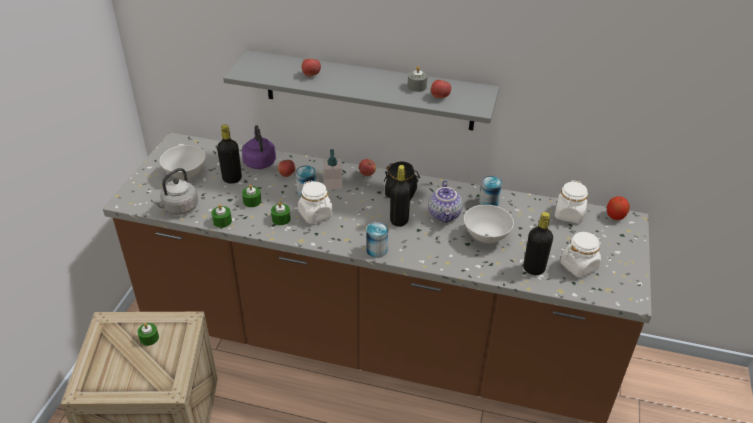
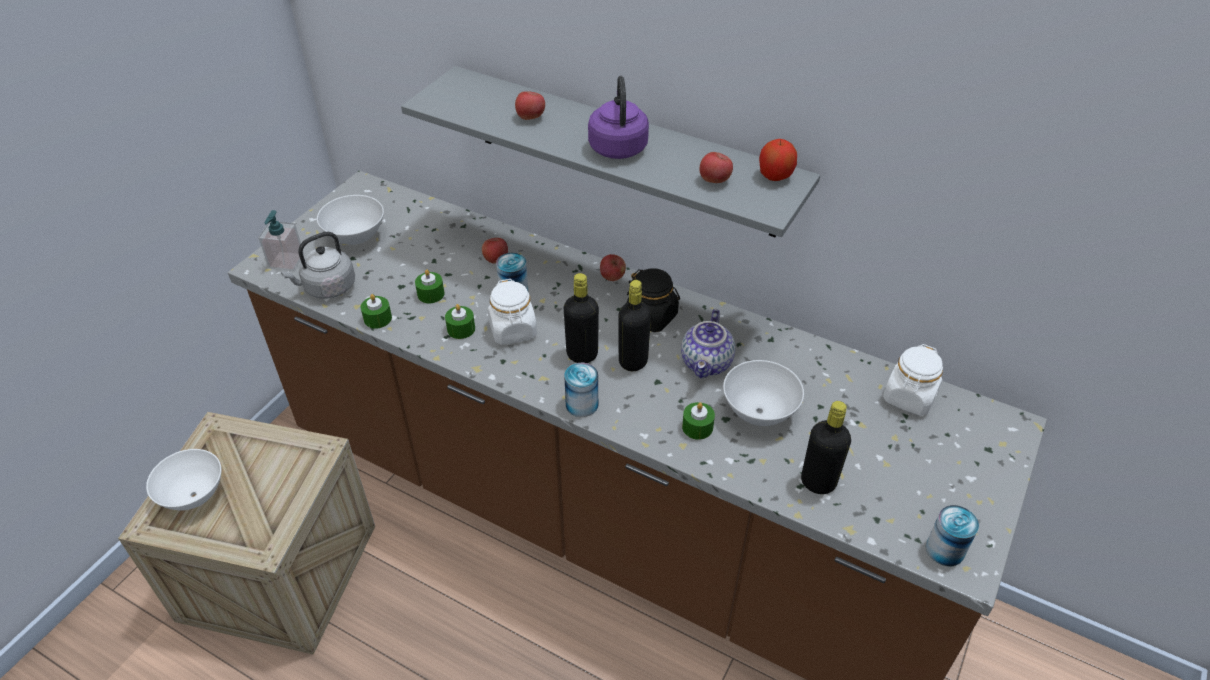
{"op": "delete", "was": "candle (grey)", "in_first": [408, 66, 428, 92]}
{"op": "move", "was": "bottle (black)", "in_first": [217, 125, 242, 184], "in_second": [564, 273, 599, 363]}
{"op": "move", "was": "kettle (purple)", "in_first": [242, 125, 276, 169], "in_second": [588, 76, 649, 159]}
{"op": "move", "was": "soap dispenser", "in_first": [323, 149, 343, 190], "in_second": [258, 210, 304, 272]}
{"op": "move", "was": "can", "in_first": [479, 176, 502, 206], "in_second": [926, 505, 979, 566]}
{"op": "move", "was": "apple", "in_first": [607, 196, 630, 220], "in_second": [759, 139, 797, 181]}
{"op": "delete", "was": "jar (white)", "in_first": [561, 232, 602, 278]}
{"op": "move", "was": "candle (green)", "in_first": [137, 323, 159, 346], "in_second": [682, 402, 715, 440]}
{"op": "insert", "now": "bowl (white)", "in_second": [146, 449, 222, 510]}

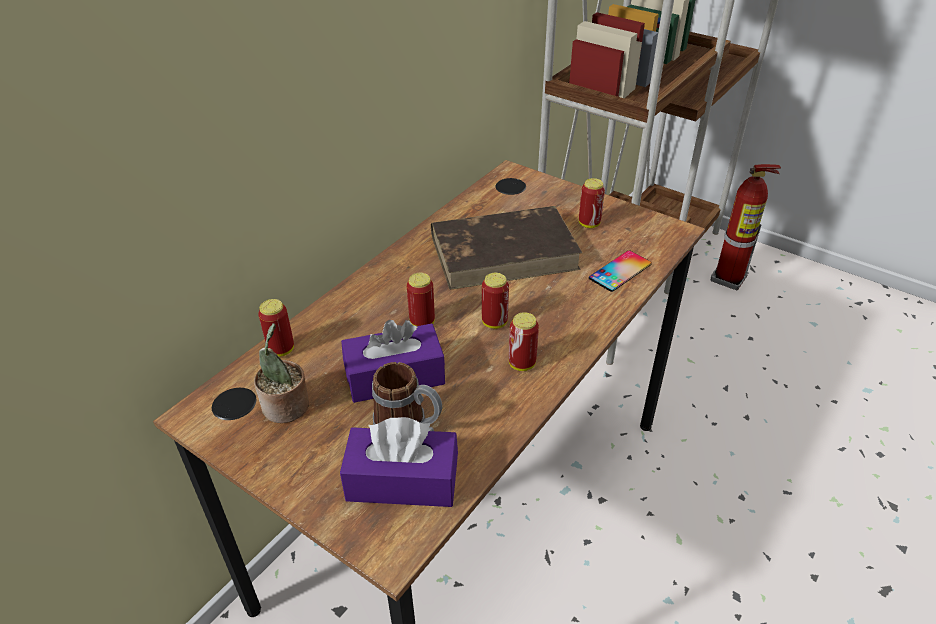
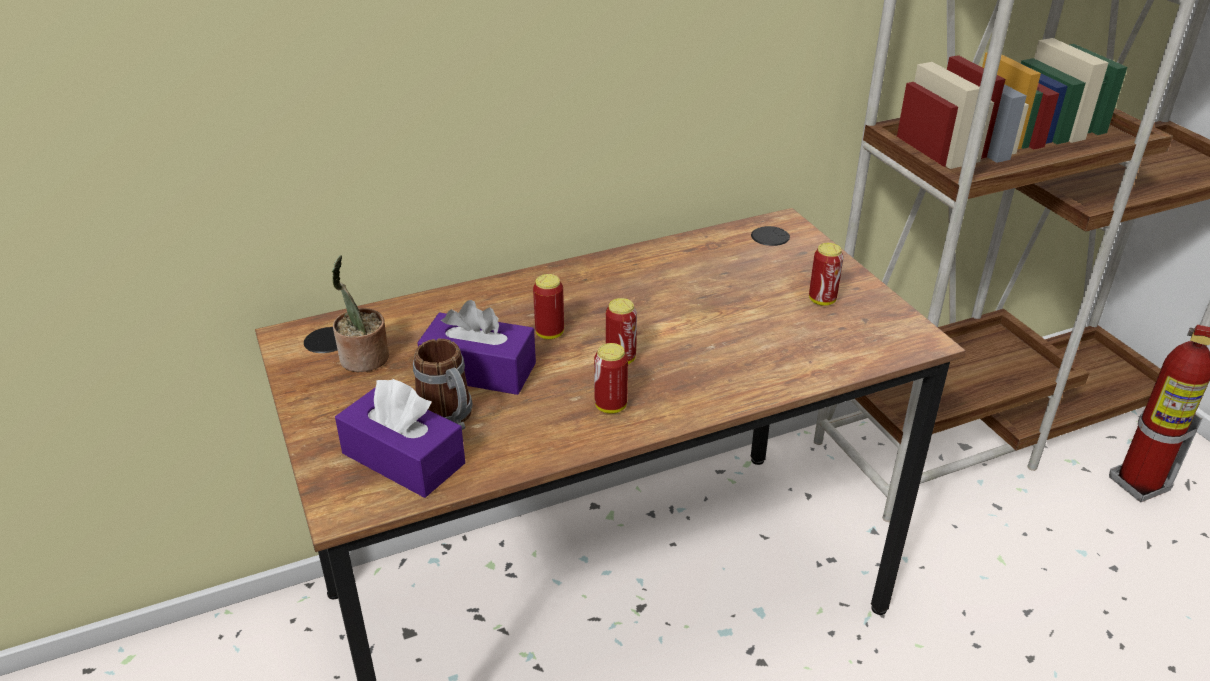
{"op": "delete", "was": "book (brown)", "in_first": [431, 206, 582, 290]}
{"op": "delete", "was": "phone", "in_first": [589, 250, 652, 292]}
{"op": "delete", "was": "can", "in_first": [258, 299, 294, 357]}

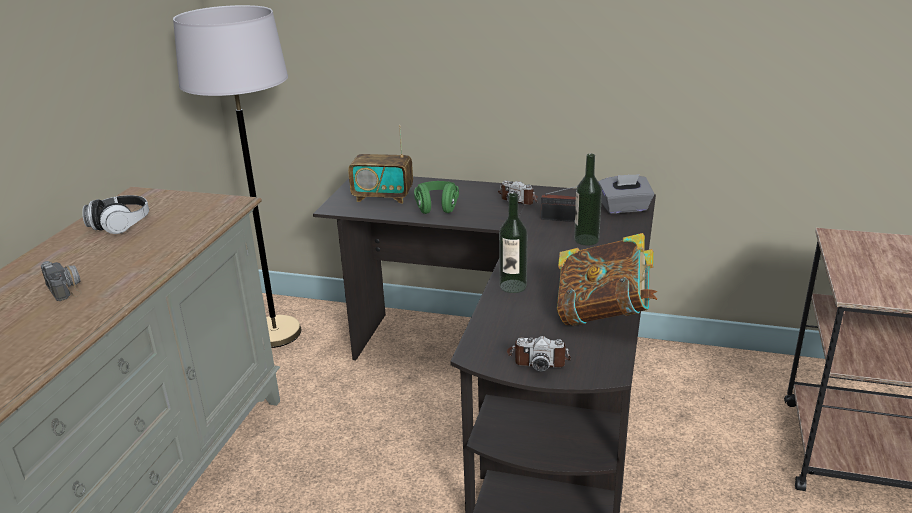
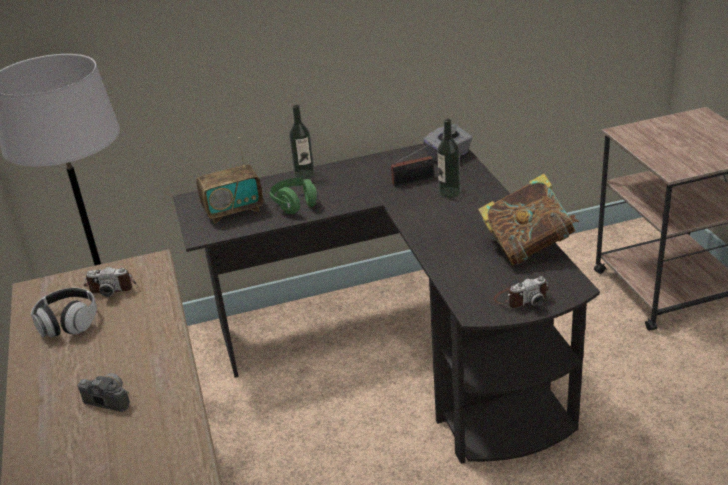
{"op": "move", "was": "photo camera", "in_first": [498, 180, 538, 205], "in_second": [83, 267, 137, 297]}
{"op": "move", "was": "bottle", "in_first": [499, 193, 527, 293], "in_second": [289, 104, 315, 179]}

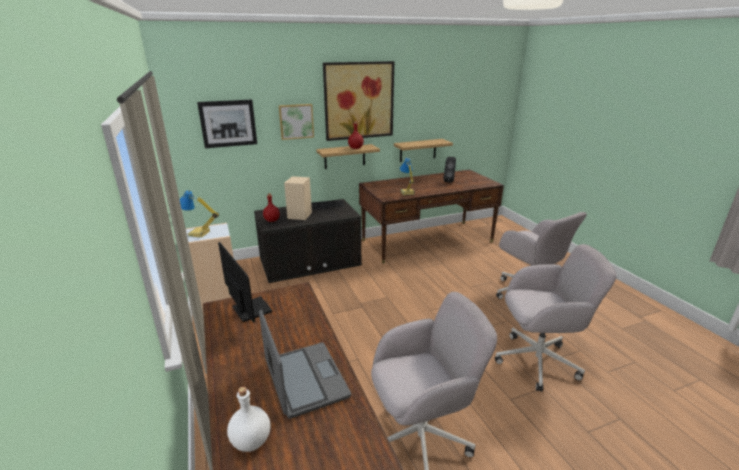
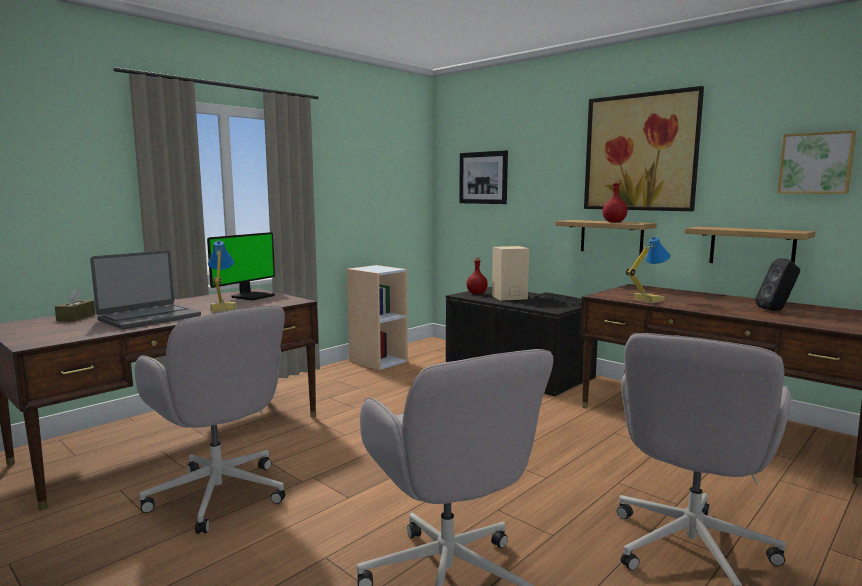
{"op": "move", "was": "picture", "in_first": [279, 104, 314, 140], "in_second": [778, 130, 856, 194]}
{"op": "move", "was": "table lamp", "in_first": [180, 190, 219, 238], "in_second": [208, 240, 237, 312]}
{"op": "replace", "was": "bottle (white)", "now": "tissue box (brown)", "in_first": [227, 387, 271, 452], "in_second": [55, 289, 95, 322]}

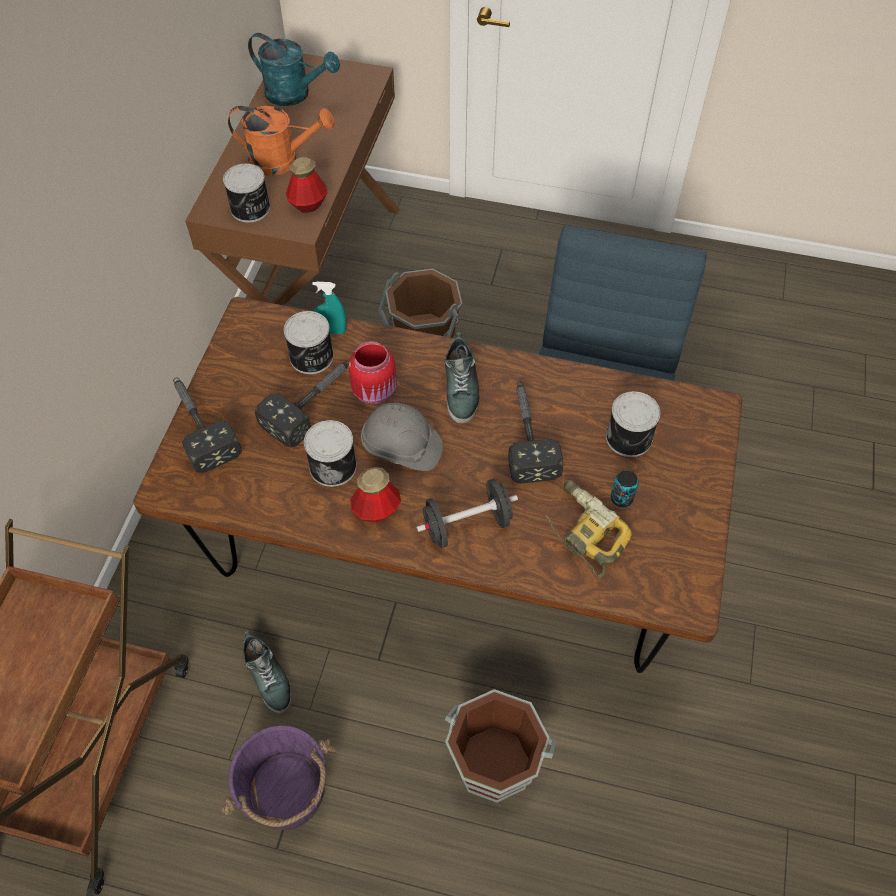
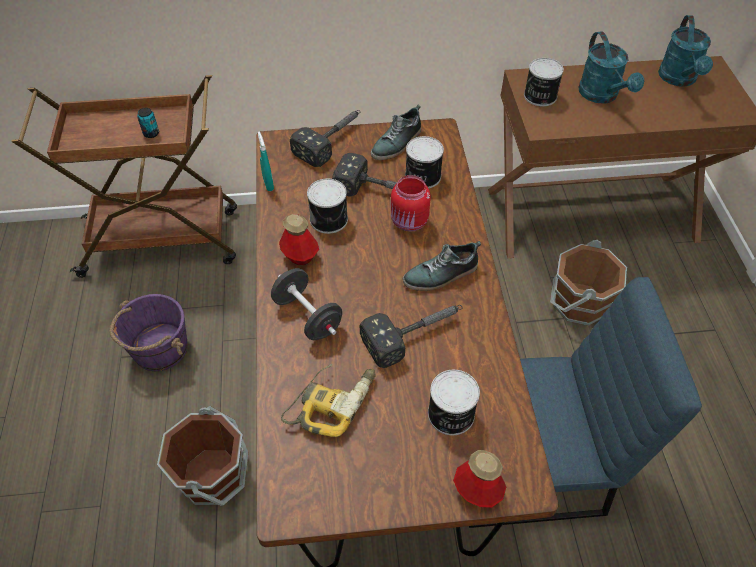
{"op": "recolor", "was": "watering can (orange)", "now": "watering can (turquoise)", "in_first": [228, 106, 335, 176], "in_second": [579, 31, 644, 104]}
{"op": "move", "was": "bottle", "in_first": [286, 157, 328, 213], "in_second": [453, 450, 506, 508]}
{"op": "move", "was": "spray bottle (turquoise)", "in_first": [312, 282, 347, 334], "in_second": [258, 131, 274, 191]}
{"op": "delete", "was": "hard hat (grey)", "in_first": [361, 403, 443, 471]}
{"op": "move", "was": "can", "in_first": [611, 470, 638, 507], "in_second": [137, 108, 159, 138]}
{"op": "move", "was": "shoe", "in_first": [243, 630, 292, 714], "in_second": [371, 104, 421, 160]}

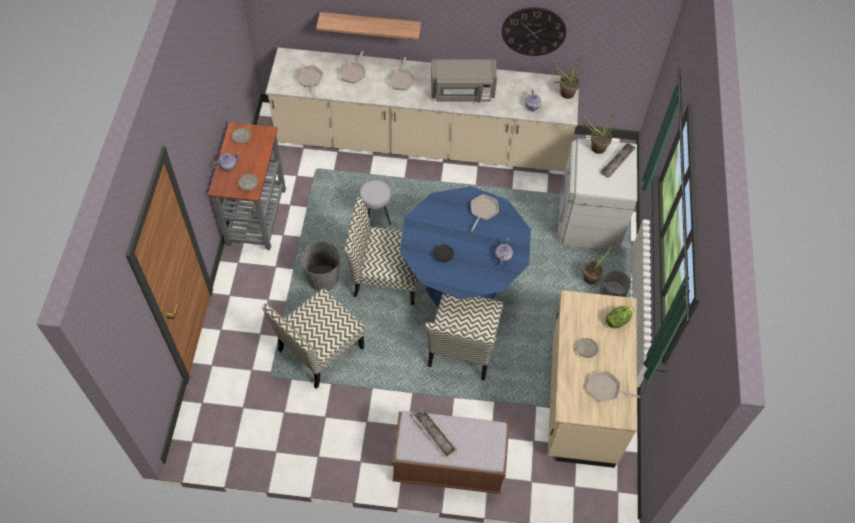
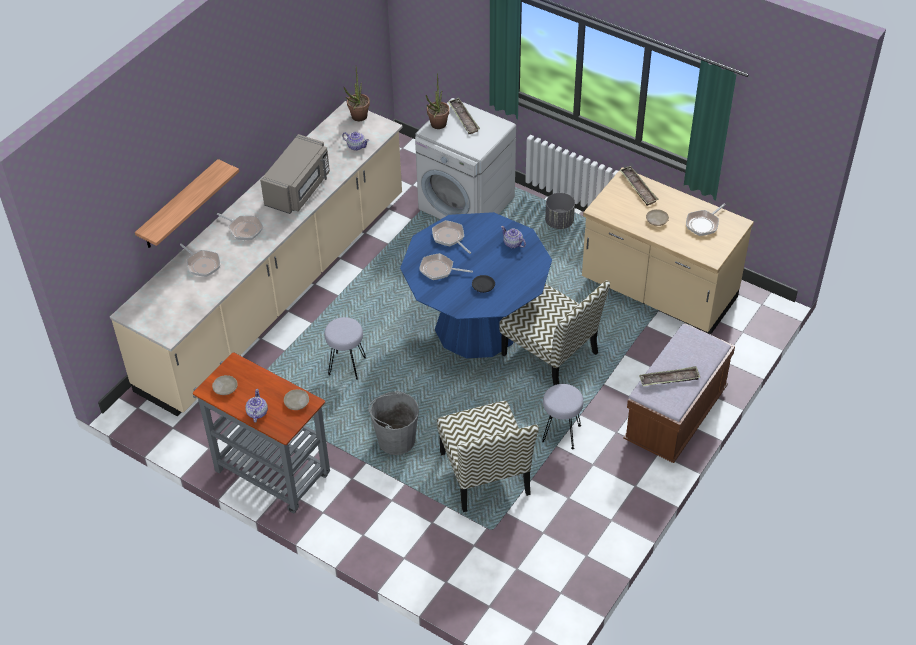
{"op": "delete", "was": "wall clock", "in_first": [502, 7, 566, 56]}
{"op": "move", "was": "frying pan", "in_first": [295, 65, 323, 99], "in_second": [419, 253, 473, 280]}
{"op": "delete", "was": "chair", "in_first": [344, 197, 419, 305]}
{"op": "delete", "was": "potted plant", "in_first": [583, 237, 616, 284]}
{"op": "replace", "was": "lettuce", "now": "tray", "in_first": [606, 306, 635, 328], "in_second": [619, 166, 659, 206]}
{"op": "insert", "now": "stool (grey)", "in_second": [542, 384, 583, 449]}

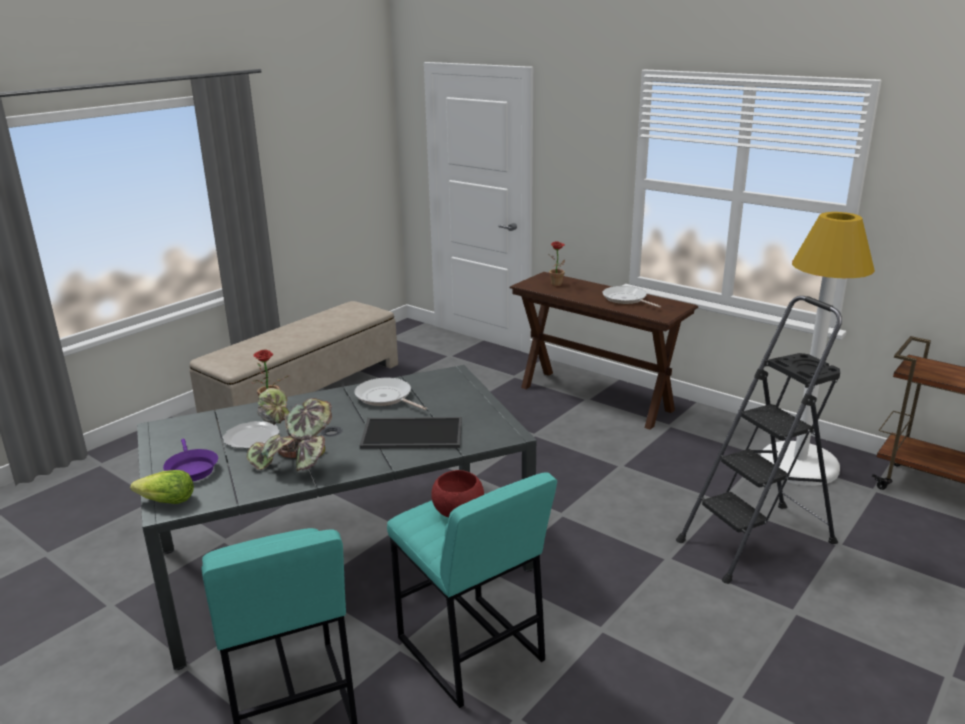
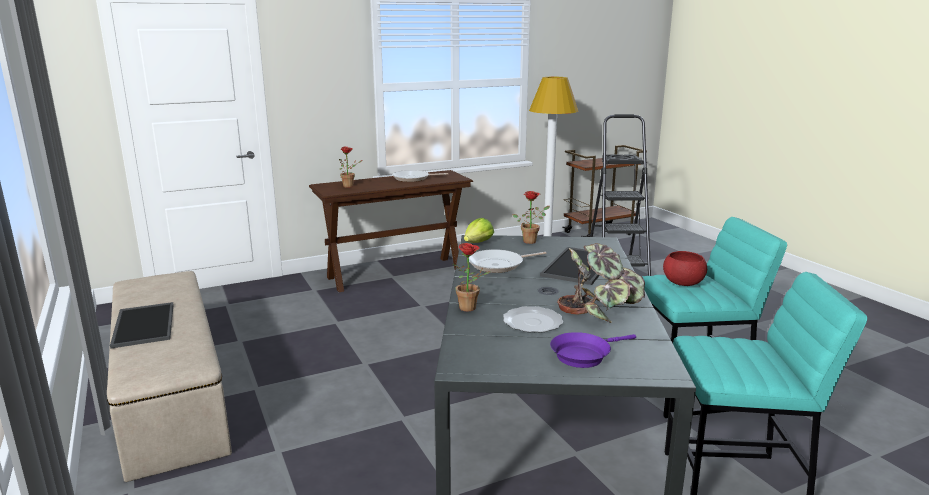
{"op": "rotate", "was": "frying pan (purple)", "in_first": [163, 439, 218, 481], "in_second": [550, 332, 636, 368], "clockwise": 150}
{"op": "move", "was": "lettuce", "in_first": [130, 470, 194, 504], "in_second": [464, 218, 494, 243]}
{"op": "insert", "now": "potted plant", "in_second": [512, 191, 550, 244]}
{"op": "insert", "now": "tray", "in_second": [110, 302, 173, 349]}

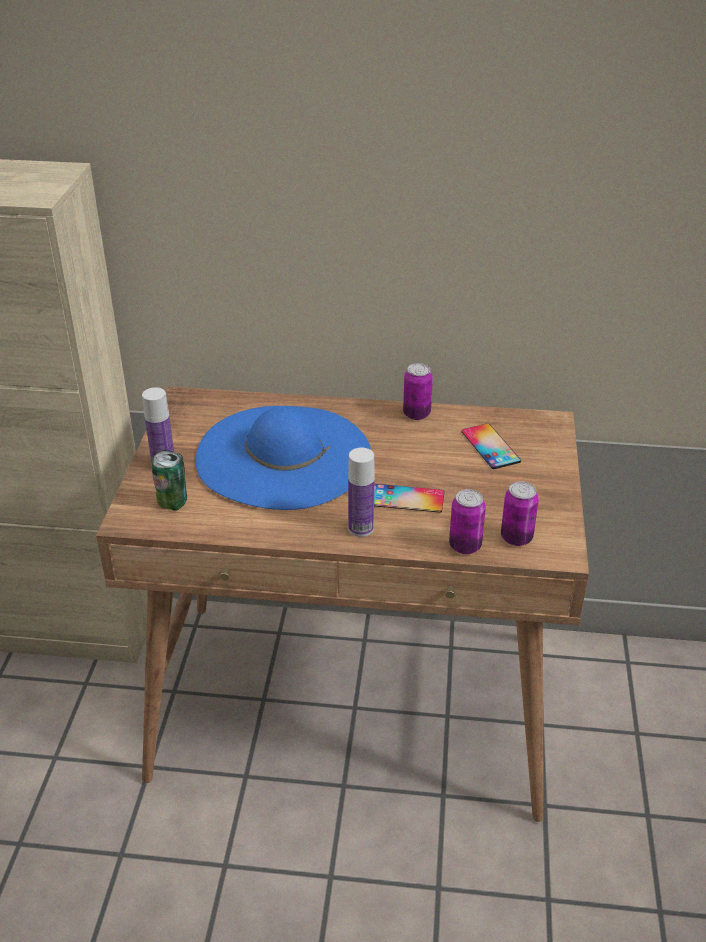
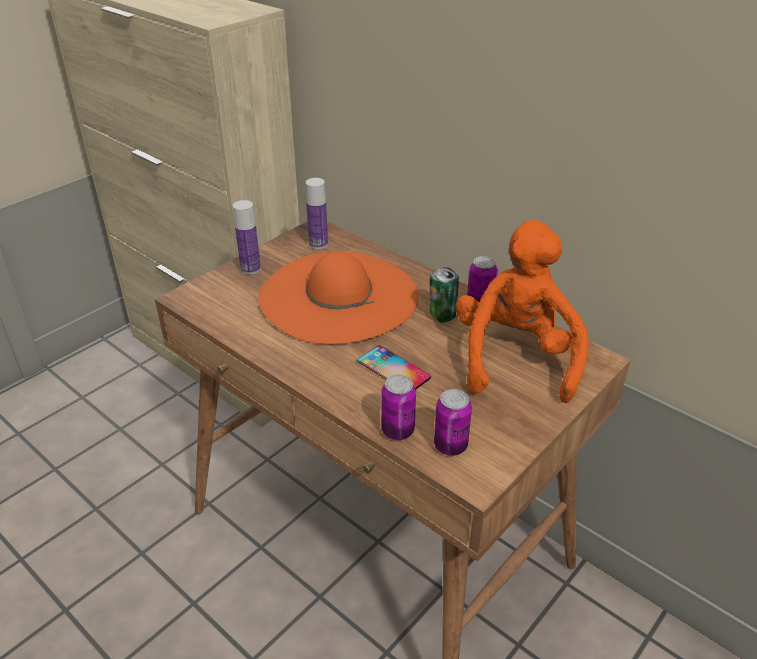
{"op": "recolor", "was": "hat (blue)", "now": "hat (orange)", "in_first": [196, 406, 371, 510], "in_second": [258, 251, 419, 344]}
{"op": "replace", "was": "phone", "now": "plush toy (orange)", "in_first": [462, 423, 521, 469], "in_second": [456, 220, 589, 403]}
{"op": "move", "was": "bottle", "in_first": [348, 448, 375, 537], "in_second": [306, 178, 328, 249]}
{"op": "move", "was": "can", "in_first": [152, 450, 187, 511], "in_second": [429, 267, 459, 323]}

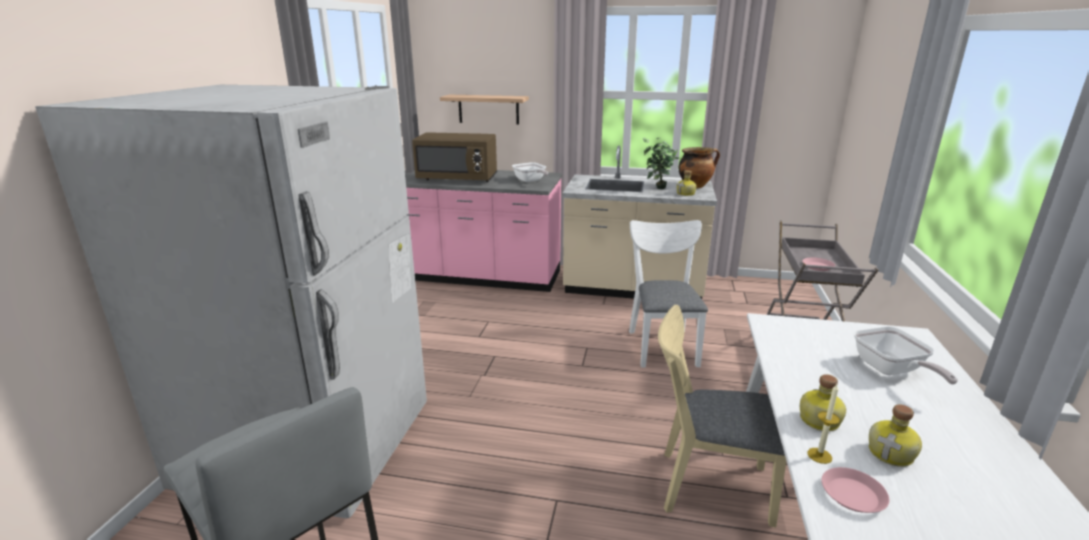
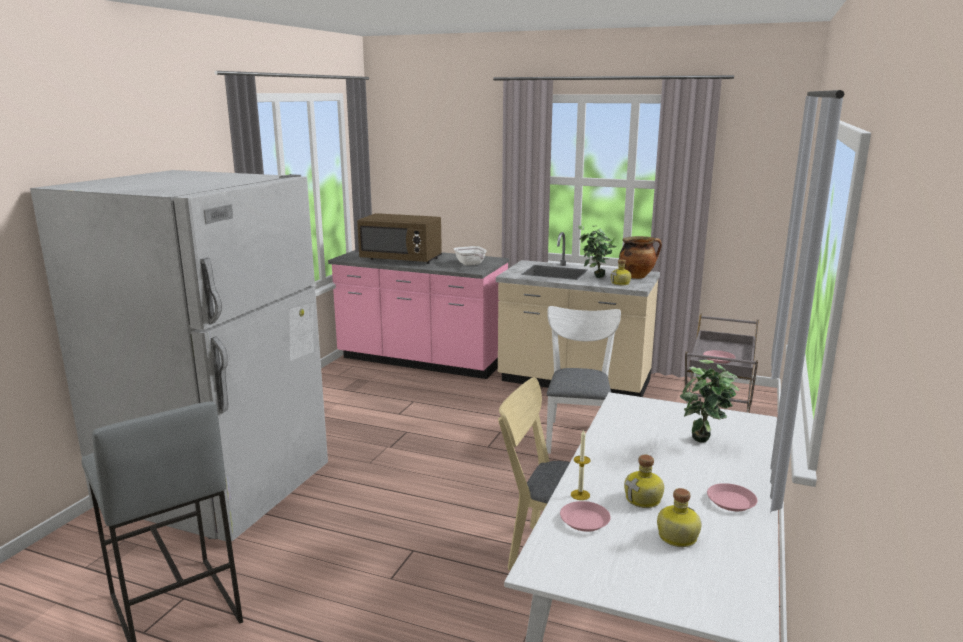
{"op": "delete", "was": "shelf", "in_first": [440, 95, 529, 124]}
{"op": "replace", "was": "frying pan", "now": "potted plant", "in_first": [854, 326, 958, 385], "in_second": [680, 360, 739, 443]}
{"op": "move", "was": "bottle", "in_first": [800, 374, 846, 431], "in_second": [657, 488, 702, 547]}
{"op": "insert", "now": "plate (pink)", "in_second": [707, 483, 758, 511]}

